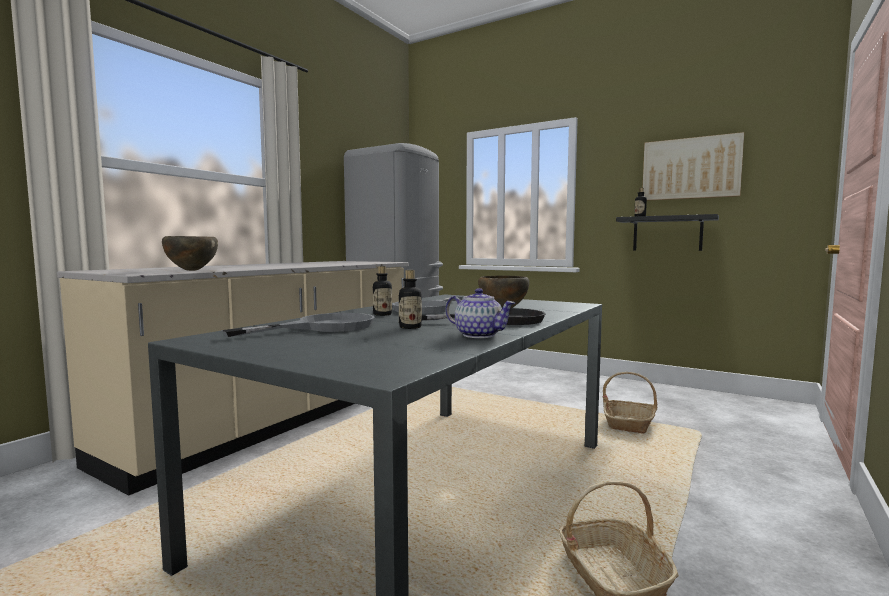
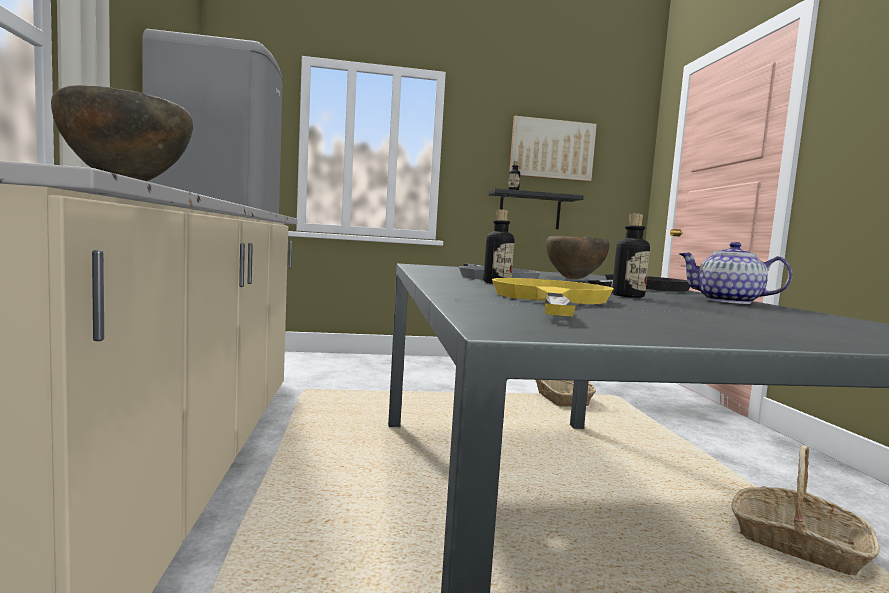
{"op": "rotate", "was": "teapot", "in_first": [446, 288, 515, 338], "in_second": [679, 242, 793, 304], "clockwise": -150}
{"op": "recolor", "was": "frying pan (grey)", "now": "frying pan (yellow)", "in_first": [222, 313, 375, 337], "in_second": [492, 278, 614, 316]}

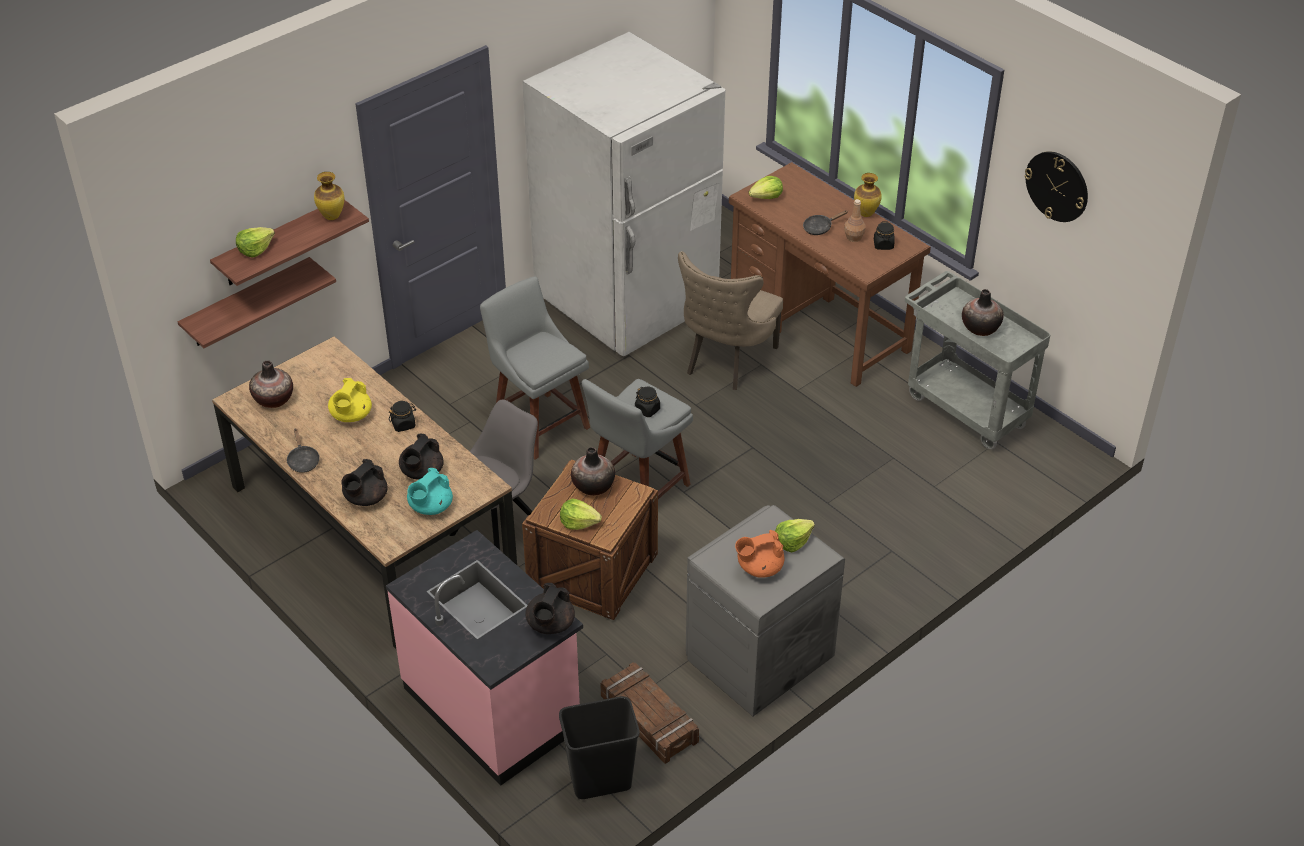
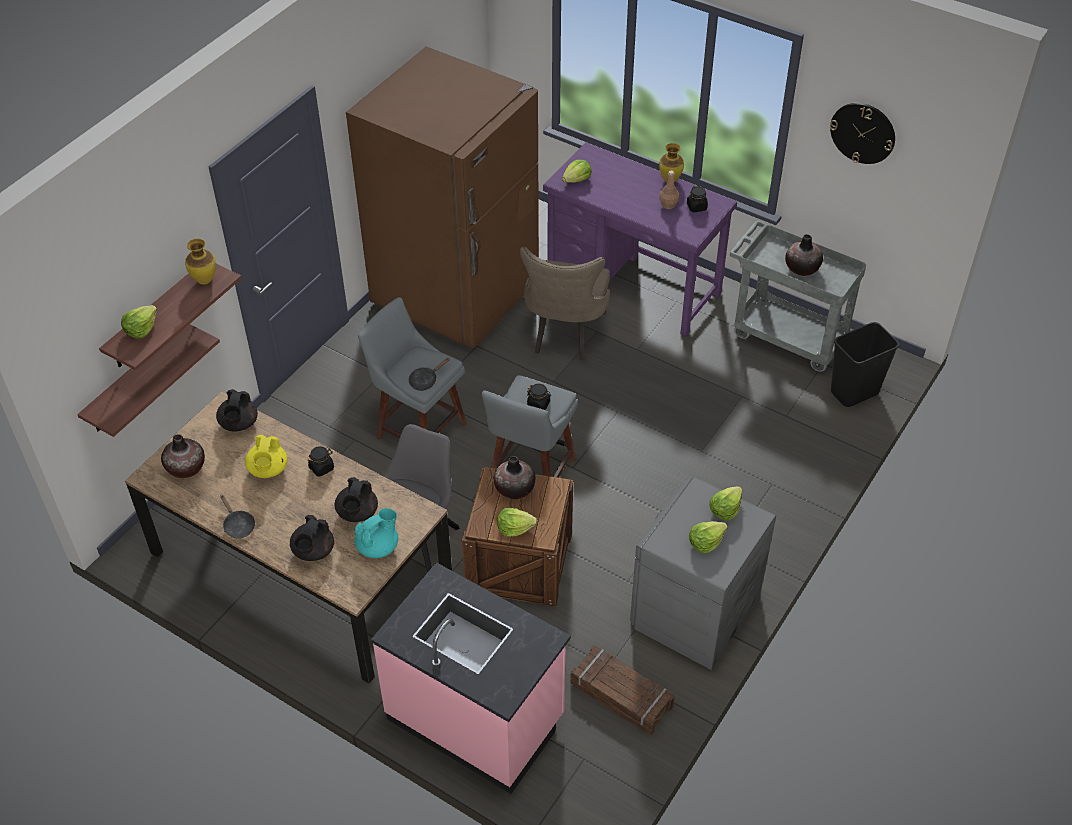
{"op": "recolor", "was": "fridge (white)", "now": "fridge (brown)", "in_first": [522, 32, 725, 356], "in_second": [346, 47, 539, 348]}
{"op": "recolor", "was": "desk (brown)", "now": "desk (purple)", "in_first": [729, 162, 931, 387], "in_second": [543, 142, 737, 336]}
{"op": "move", "was": "frying pan (black)", "in_first": [803, 210, 848, 235], "in_second": [408, 358, 450, 391]}
{"op": "rotate", "was": "teapot (turquoise)", "in_first": [407, 468, 453, 515], "in_second": [355, 508, 398, 558], "clockwise": -150}
{"op": "replace", "was": "teapot (orange)", "now": "lettuce", "in_first": [735, 530, 784, 578], "in_second": [689, 521, 728, 554]}
{"op": "move", "was": "teapot (black)", "in_first": [525, 583, 575, 634], "in_second": [216, 389, 258, 432]}
{"op": "move", "was": "trash can (black)", "in_first": [559, 696, 640, 799], "in_second": [831, 322, 899, 407]}

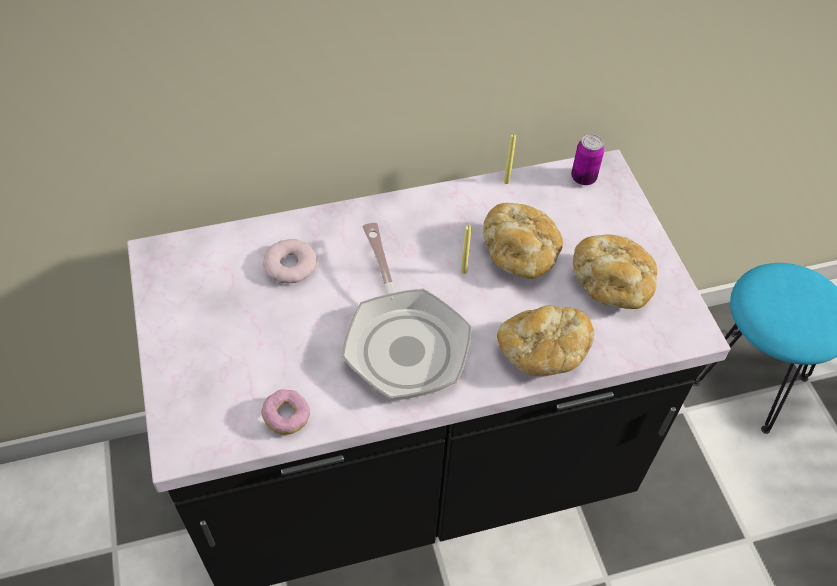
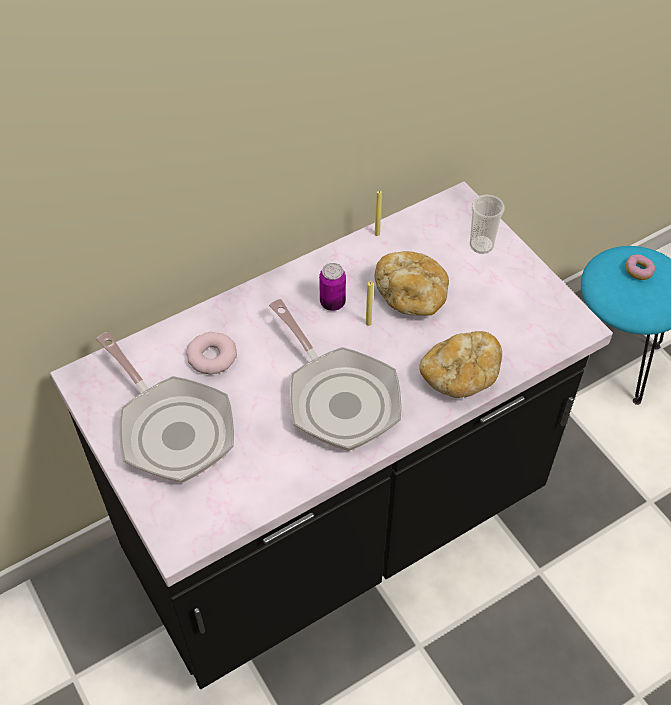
{"op": "move", "was": "can", "in_first": [571, 134, 605, 185], "in_second": [319, 263, 346, 311]}
{"op": "delete", "was": "bread", "in_first": [573, 235, 657, 309]}
{"op": "move", "was": "donut", "in_first": [261, 389, 310, 435], "in_second": [625, 254, 655, 280]}
{"op": "insert", "now": "cup", "in_second": [470, 195, 505, 254]}
{"op": "insert", "now": "frying pan", "in_second": [96, 332, 234, 483]}

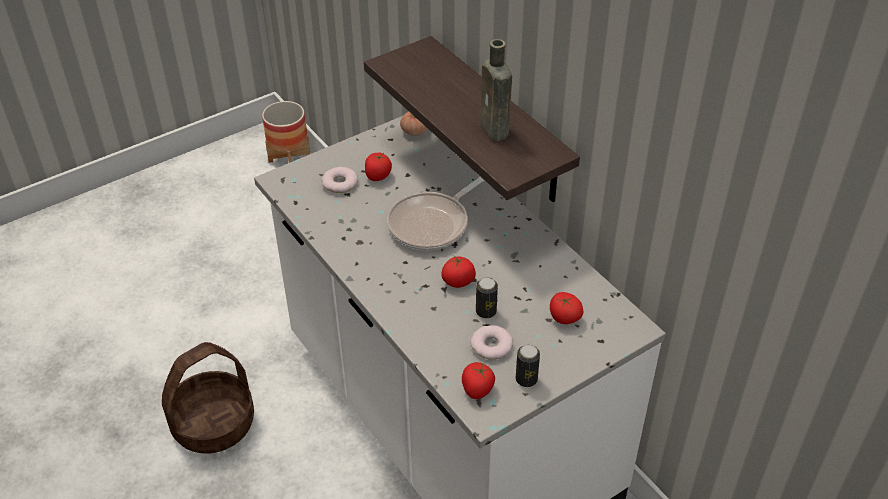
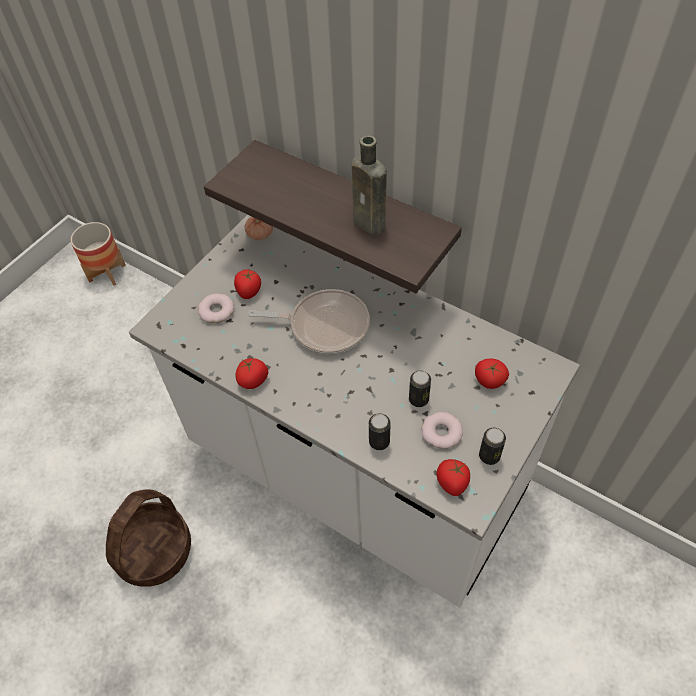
{"op": "rotate", "was": "frying pan", "in_first": [387, 177, 485, 250], "in_second": [248, 289, 370, 354], "clockwise": -105}
{"op": "move", "was": "tomato", "in_first": [441, 256, 476, 288], "in_second": [236, 358, 268, 389]}
{"op": "insert", "now": "can", "in_second": [369, 413, 391, 450]}

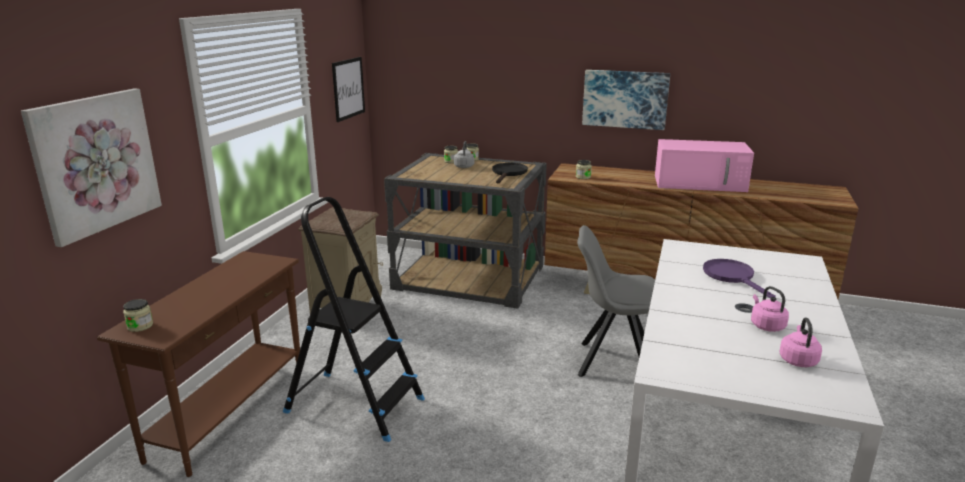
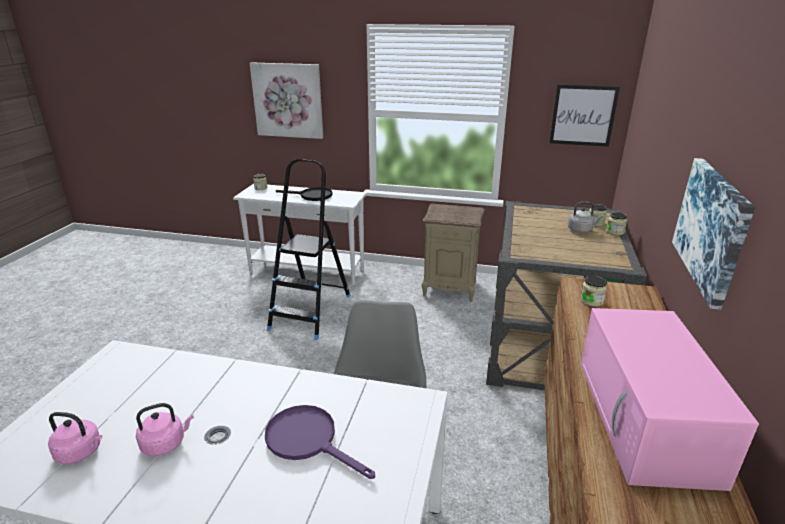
{"op": "move", "was": "frying pan (black)", "in_first": [492, 163, 528, 183], "in_second": [276, 187, 333, 201]}
{"op": "recolor", "was": "console table (brown)", "now": "console table (white)", "in_first": [97, 251, 300, 478], "in_second": [233, 184, 367, 286]}
{"op": "rotate", "was": "frying pan (purple)", "in_first": [703, 259, 776, 298], "in_second": [265, 405, 375, 479], "clockwise": -120}

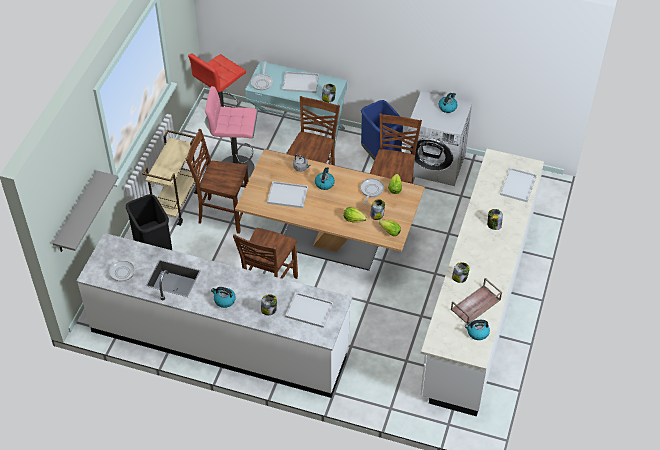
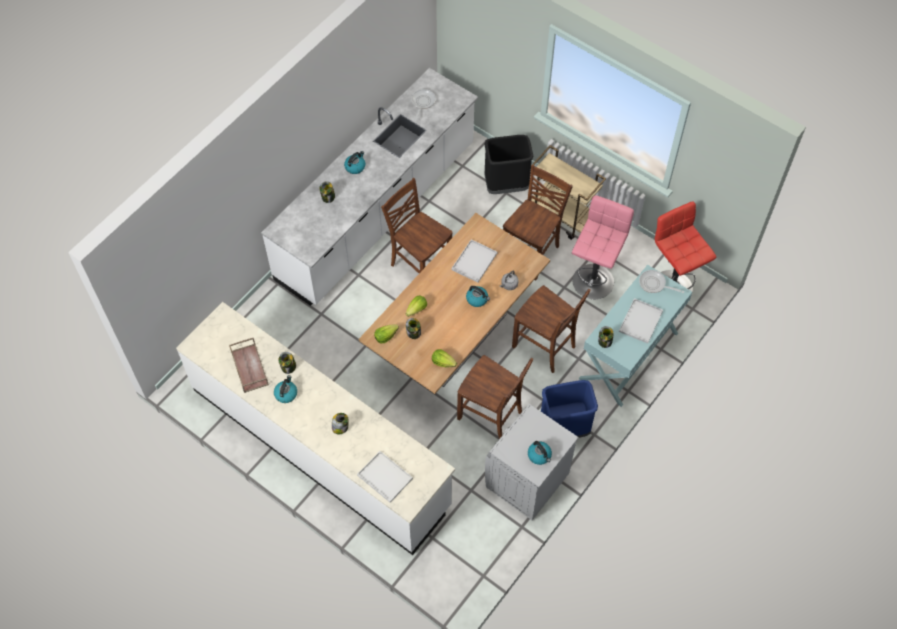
{"op": "delete", "was": "shelf (grey)", "in_first": [52, 171, 119, 252]}
{"op": "delete", "was": "frying pan", "in_first": [360, 178, 384, 205]}
{"op": "delete", "was": "tray (white)", "in_first": [285, 292, 333, 328]}
{"op": "move", "was": "kettle", "in_first": [465, 320, 490, 340], "in_second": [274, 375, 297, 403]}

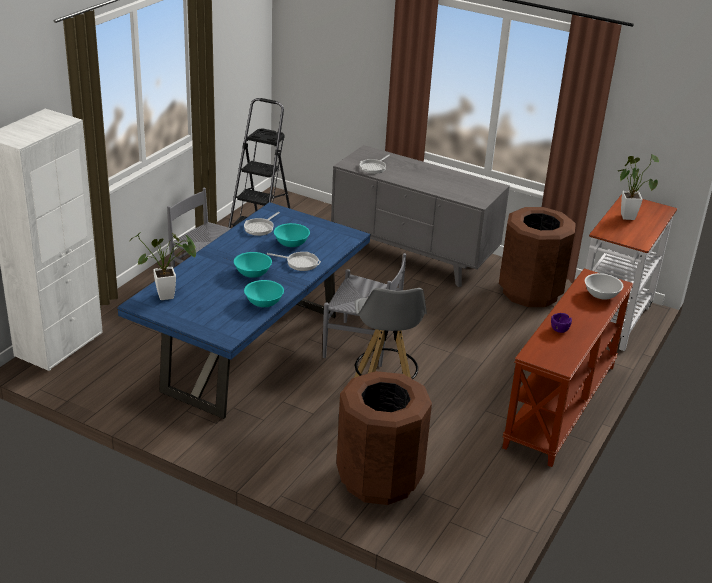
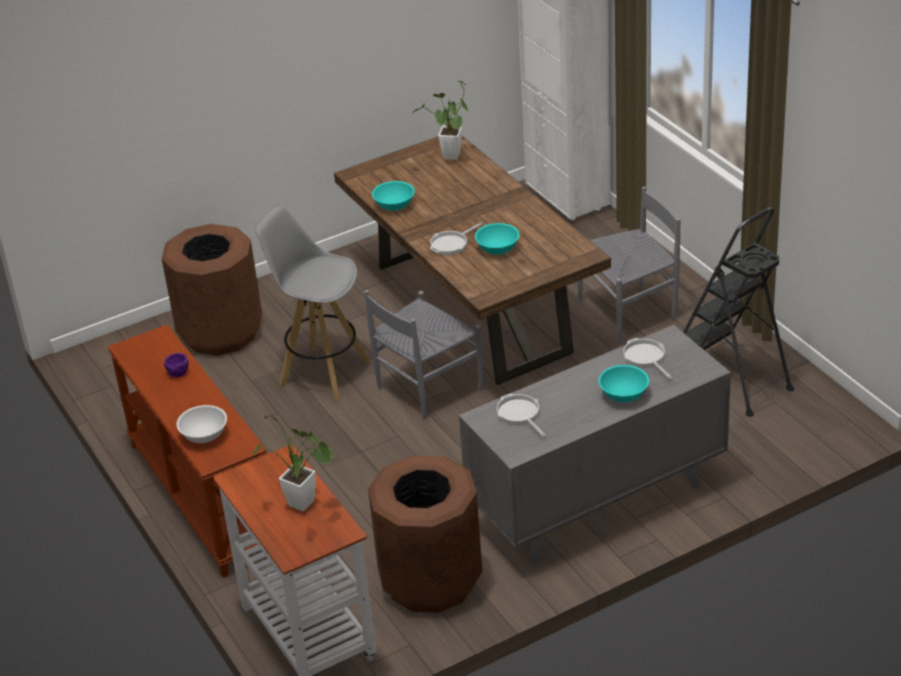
{"op": "recolor", "was": "dining table (blue)", "now": "dining table (brown)", "in_first": [117, 202, 370, 419], "in_second": [334, 136, 611, 385]}
{"op": "move", "was": "frying pan", "in_first": [244, 212, 280, 236], "in_second": [497, 394, 546, 438]}
{"op": "move", "was": "bowl (turquoise)", "in_first": [234, 252, 272, 278], "in_second": [598, 365, 649, 402]}

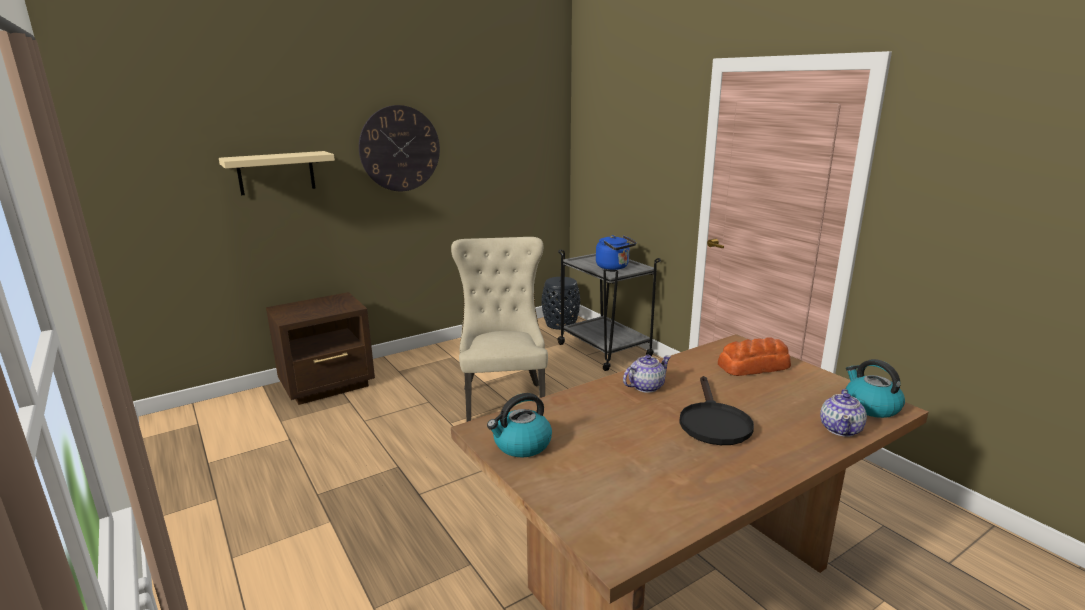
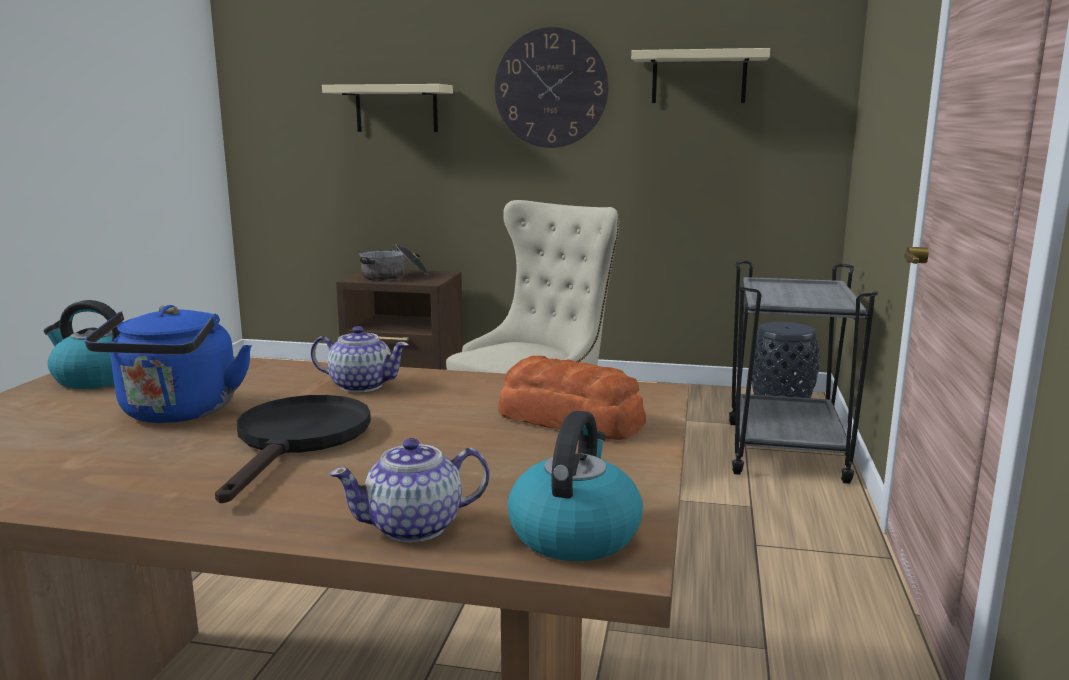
{"op": "move", "was": "kettle (blue)", "in_first": [596, 235, 636, 270], "in_second": [85, 305, 252, 423]}
{"op": "rotate", "was": "frying pan (black)", "in_first": [679, 376, 754, 445], "in_second": [215, 395, 371, 503], "clockwise": 135}
{"op": "insert", "now": "shelf (beige)", "in_second": [631, 48, 770, 103]}
{"op": "insert", "now": "cooking pot", "in_second": [359, 244, 428, 281]}

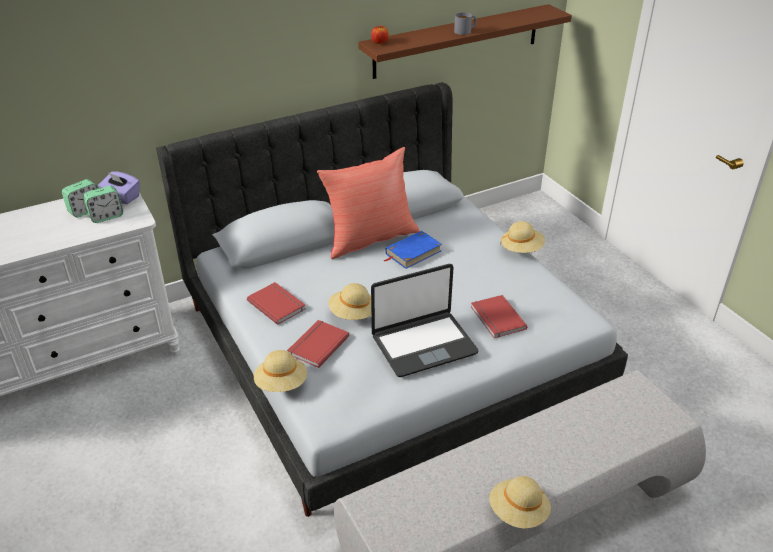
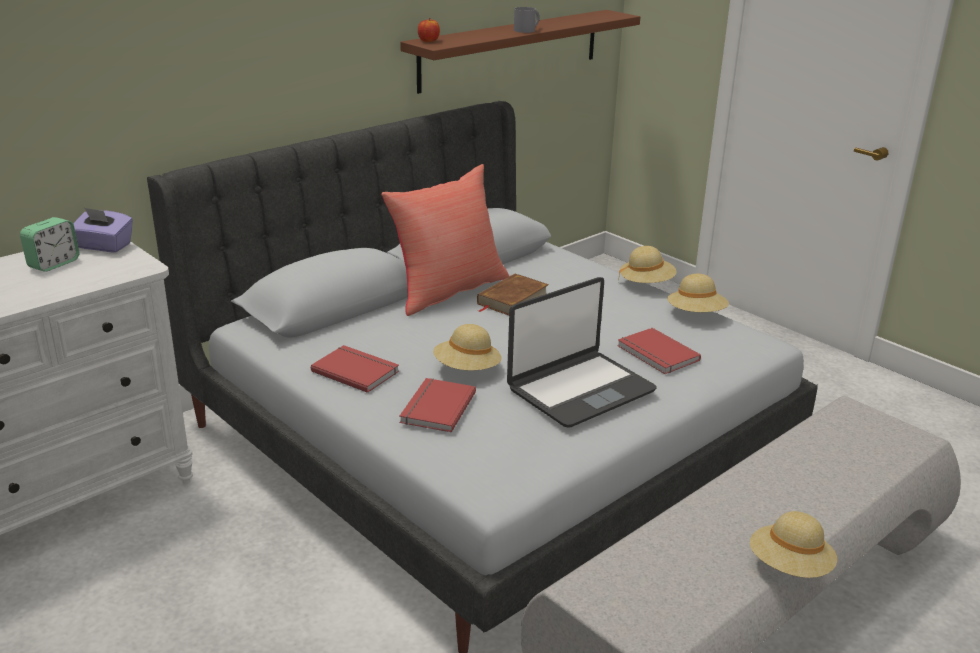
{"op": "delete", "was": "alarm clock", "in_first": [83, 186, 123, 223]}
{"op": "recolor", "was": "book (blue)", "now": "book (brown)", "in_first": [383, 231, 442, 269], "in_second": [477, 273, 549, 316]}
{"op": "move", "was": "hat (beige)", "in_first": [254, 350, 307, 392], "in_second": [667, 274, 729, 312]}

